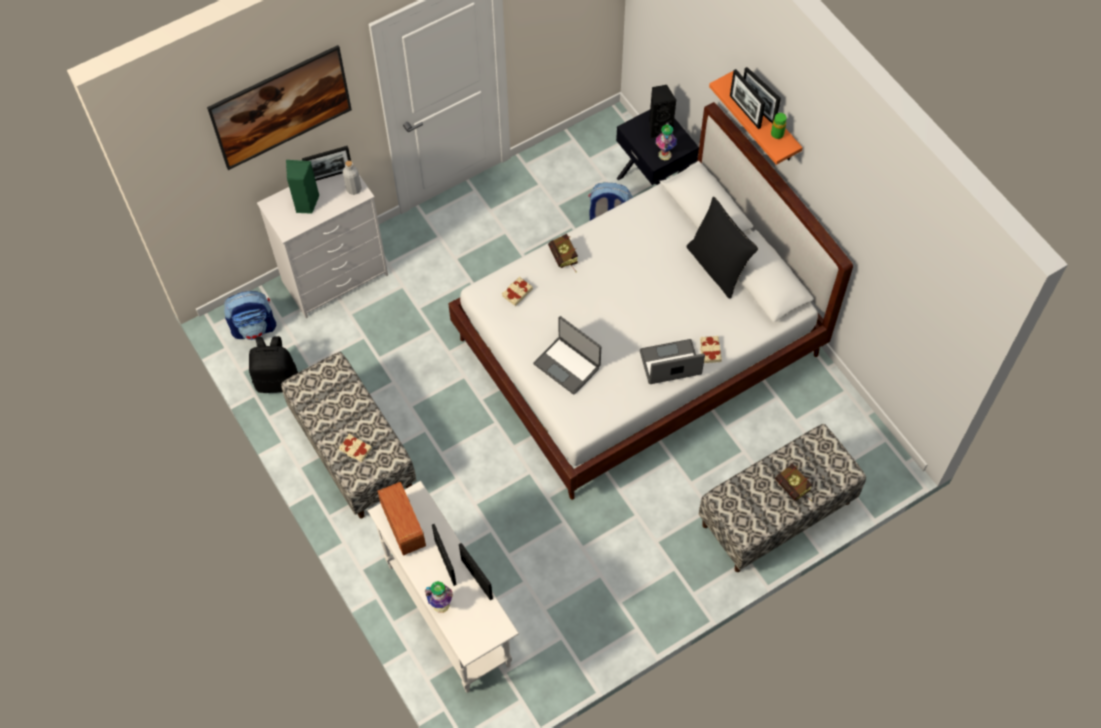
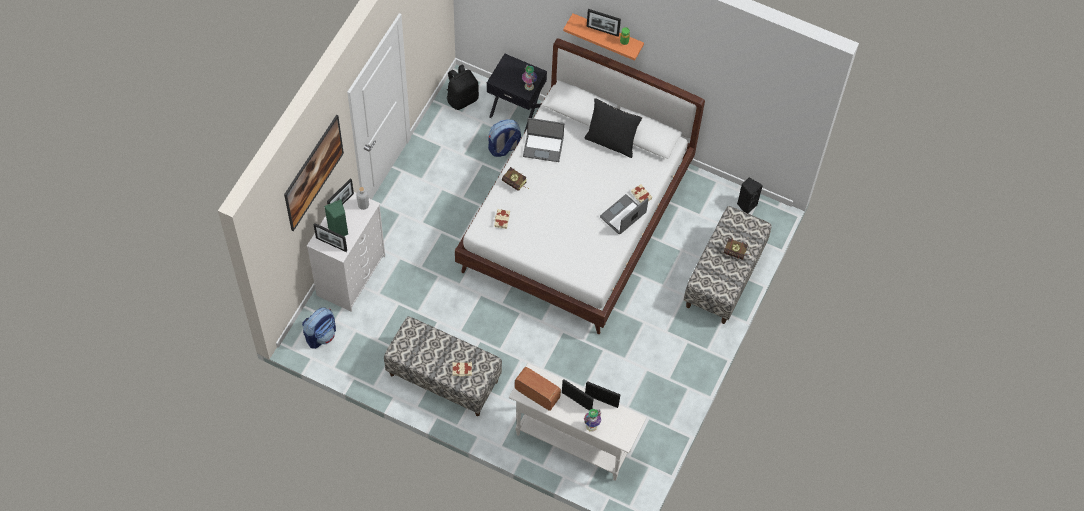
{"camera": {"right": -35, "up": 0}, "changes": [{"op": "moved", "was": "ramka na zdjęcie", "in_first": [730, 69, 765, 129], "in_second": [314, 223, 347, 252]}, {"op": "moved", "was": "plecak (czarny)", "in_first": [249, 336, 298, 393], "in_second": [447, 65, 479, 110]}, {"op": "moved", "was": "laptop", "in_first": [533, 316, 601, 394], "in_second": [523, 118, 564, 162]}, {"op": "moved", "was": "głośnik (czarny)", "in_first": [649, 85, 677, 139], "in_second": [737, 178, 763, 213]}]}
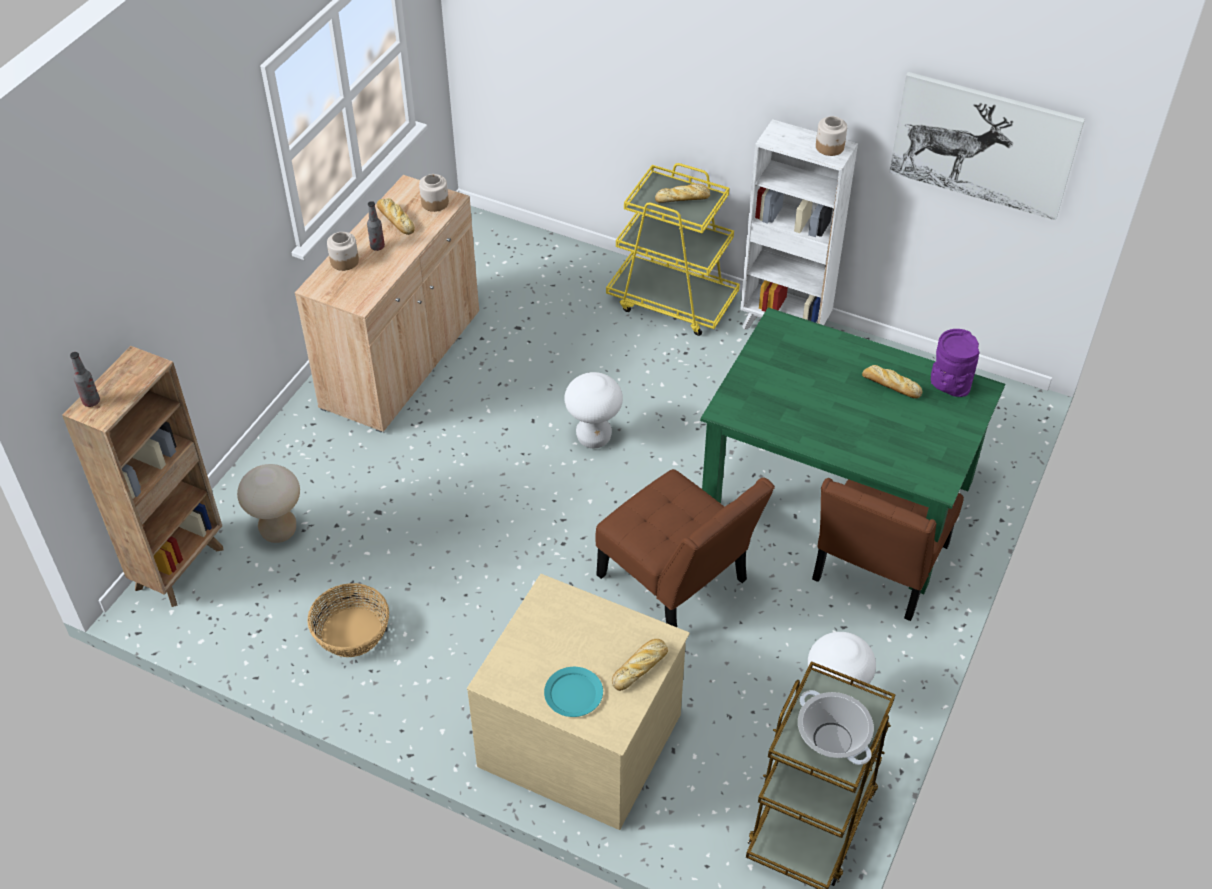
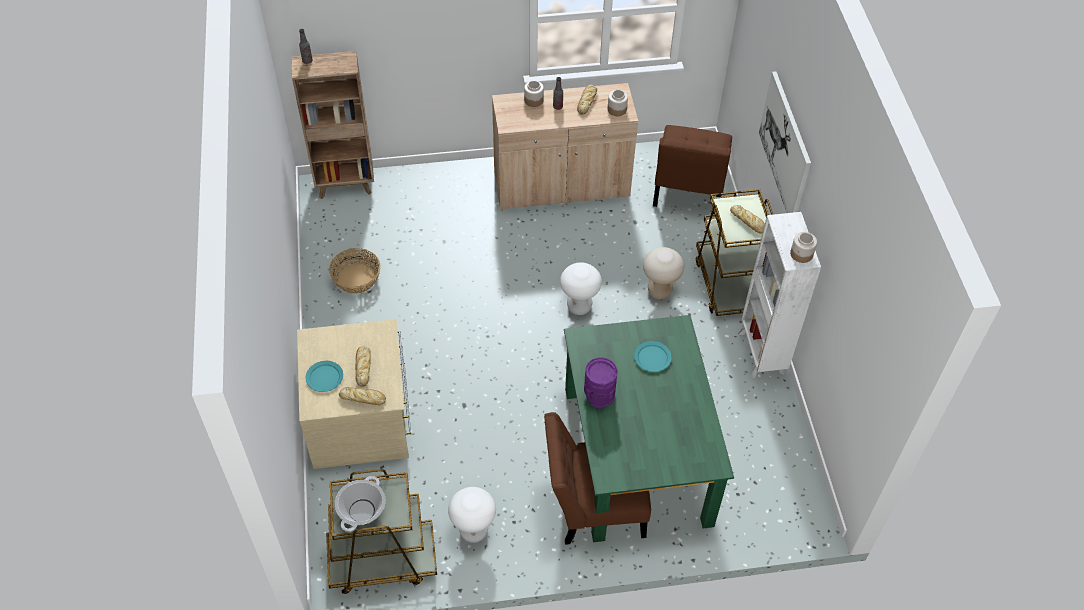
{"camera": {"right": 55, "up": 5}, "changes": [{"op": "moved", "was": "chleb", "in_first": [862, 365, 922, 398], "in_second": [356, 346, 371, 387]}, {"op": "moved", "was": "wazon (fioletowy)", "in_first": [931, 329, 979, 397], "in_second": [584, 357, 618, 409]}, {"op": "added", "now": "talerz (turkusowy)", "in_second": [634, 341, 672, 372]}, {"op": "moved", "was": "stołek (beżowy)", "in_first": [237, 464, 300, 543], "in_second": [643, 247, 684, 299]}, {"op": "moved", "was": "krzesło (brązowy)", "in_first": [595, 469, 775, 627], "in_second": [653, 125, 732, 214]}, {"op": "recoloured", "was": "wózek (żółty)", "now": "wózek (brązowy)", "in_first": [606, 163, 740, 336], "in_second": [696, 189, 773, 316]}, {"op": "moved", "was": "obraz", "in_first": [889, 72, 1085, 220], "in_second": [758, 71, 811, 213]}]}
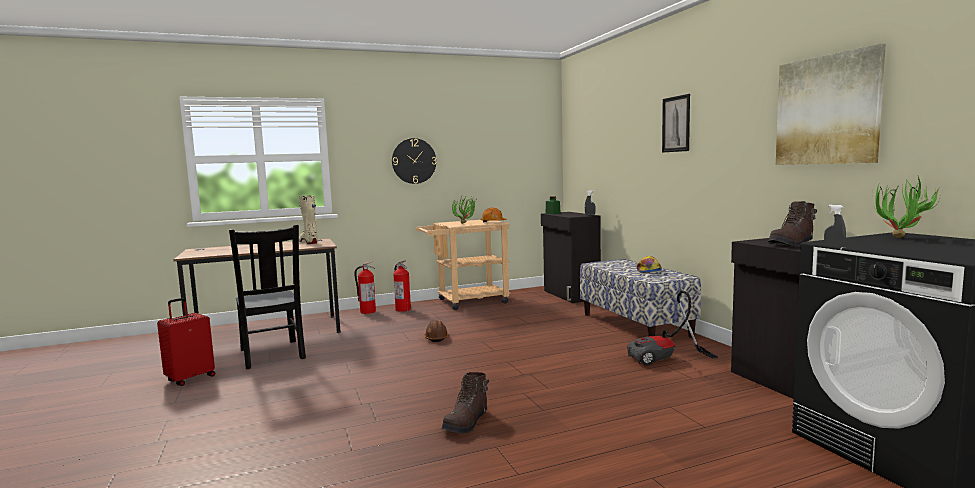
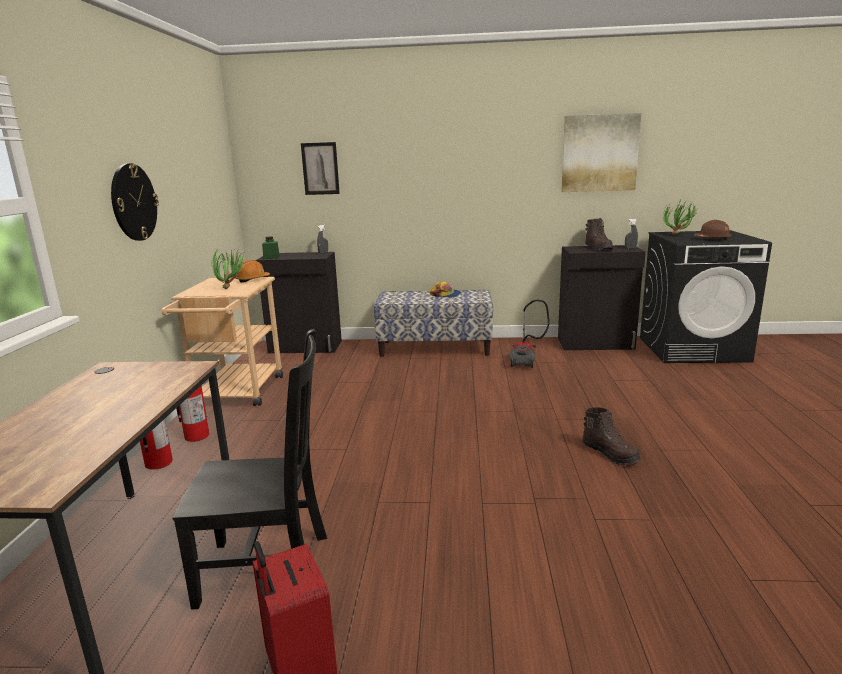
{"camera": {"right": -65, "up": 10}, "changes": [{"op": "moved", "was": "obraz", "in_first": [662, 94, 690, 153], "in_second": [301, 142, 340, 195]}, {"op": "moved", "was": "kask (brązowy)", "in_first": [424, 320, 449, 342], "in_second": [693, 220, 731, 240]}, {"op": "removed", "was": "but z cholewką (beżowy)", "in_first": [299, 196, 318, 244]}]}
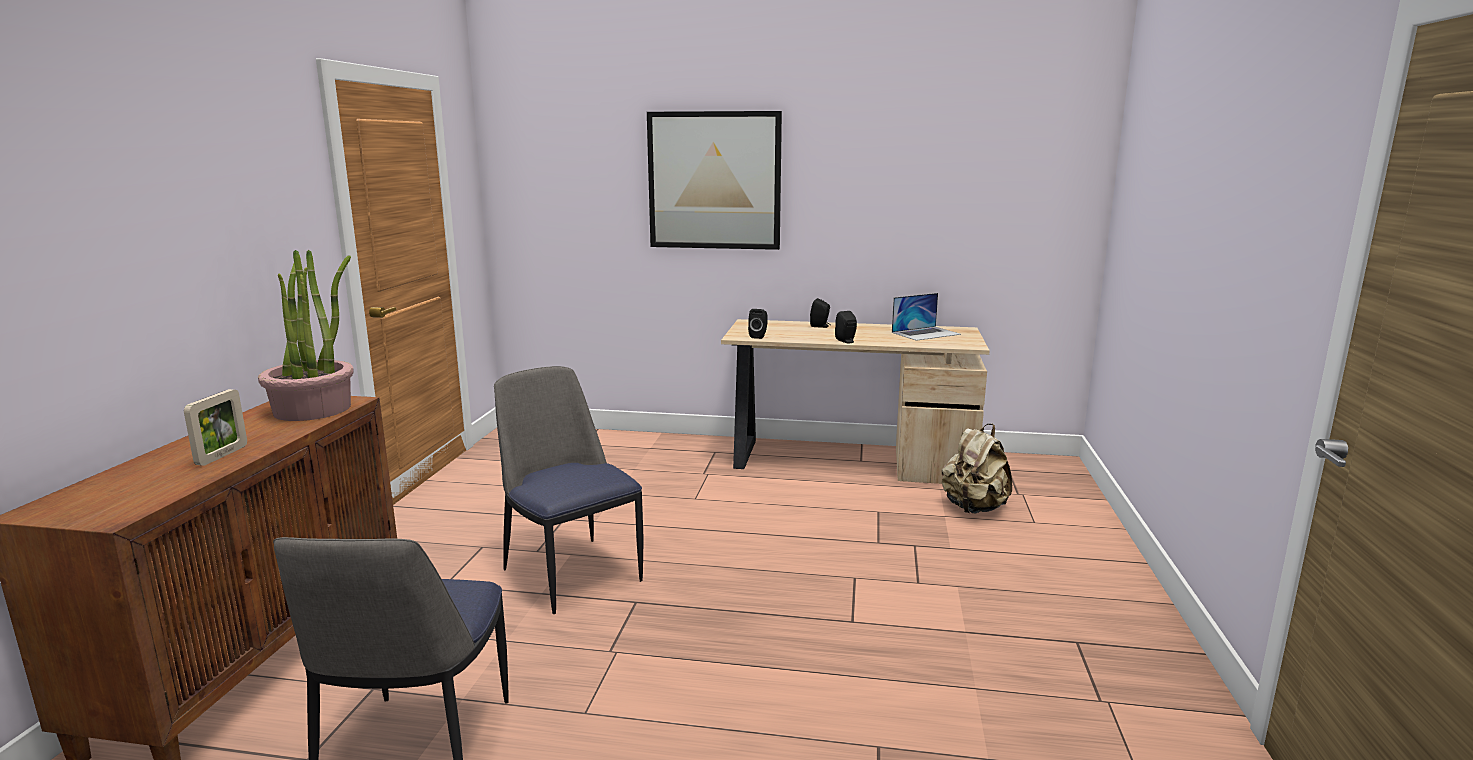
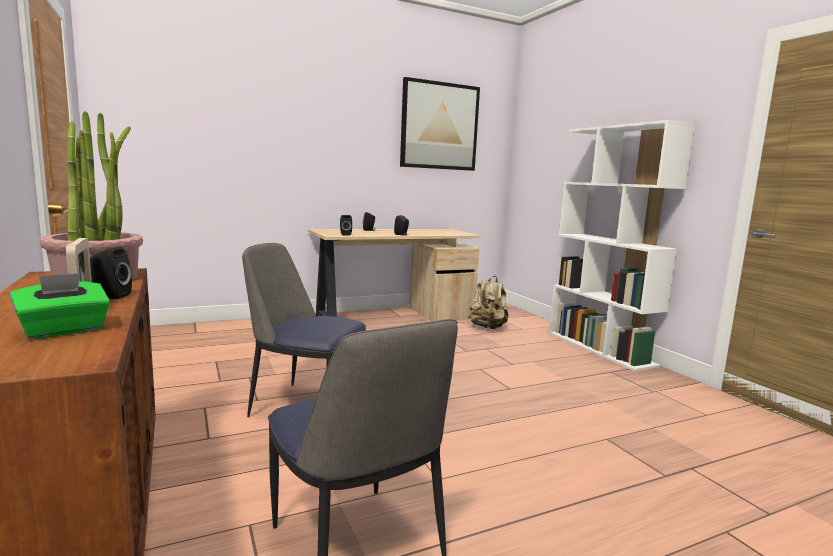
{"camera": {"right": -35, "up": -5}, "changes": [{"op": "added", "now": "pudełko chusteczek (zielony)", "in_second": [9, 273, 110, 339]}, {"op": "added", "now": "głośnik (czarny)", "in_second": [90, 247, 132, 299]}, {"op": "moved", "was": "obraz", "in_first": [647, 111, 782, 250], "in_second": [400, 77, 480, 171]}, {"op": "added", "now": "regał (biały)", "in_second": [549, 120, 695, 371]}, {"op": "removed", "was": "laptop", "in_first": [892, 293, 961, 341]}]}
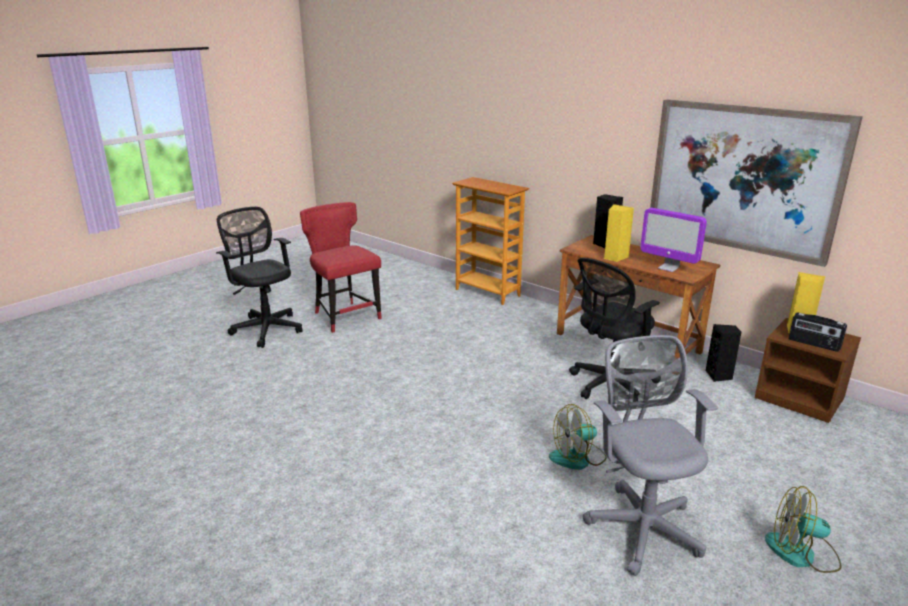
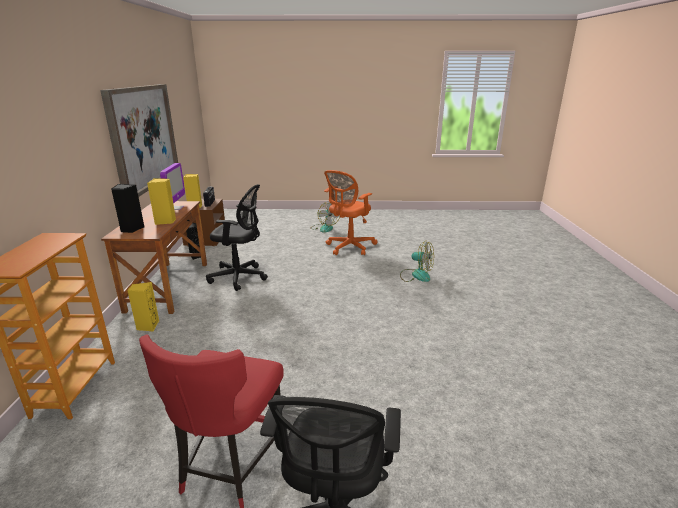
{"camera": {"right": -130, "up": 0}, "changes": [{"op": "added", "now": "głośnik (żółty)", "in_second": [127, 282, 159, 331]}, {"op": "recoloured", "was": "krzesło biurowe (szary)", "now": "krzesło biurowe (pomarańczowy)", "in_first": [583, 335, 718, 576], "in_second": [324, 170, 378, 255]}, {"op": "moved", "was": "wentylator", "in_first": [549, 404, 607, 470], "in_second": [400, 241, 434, 282]}]}
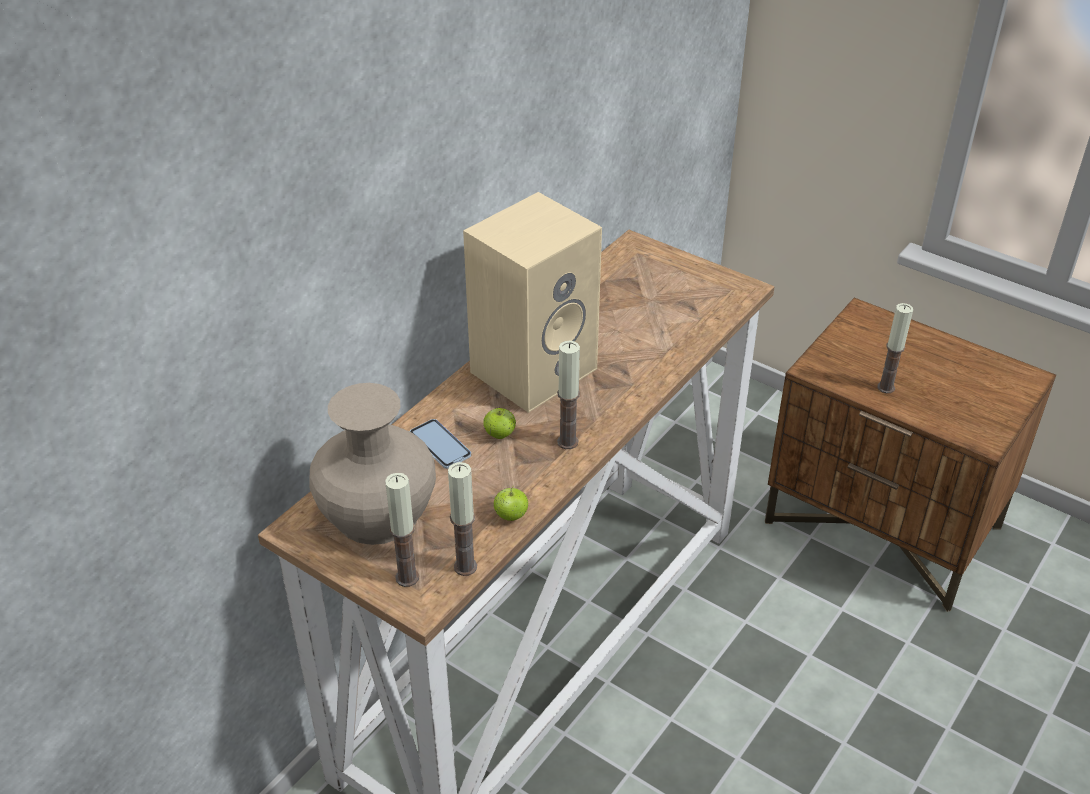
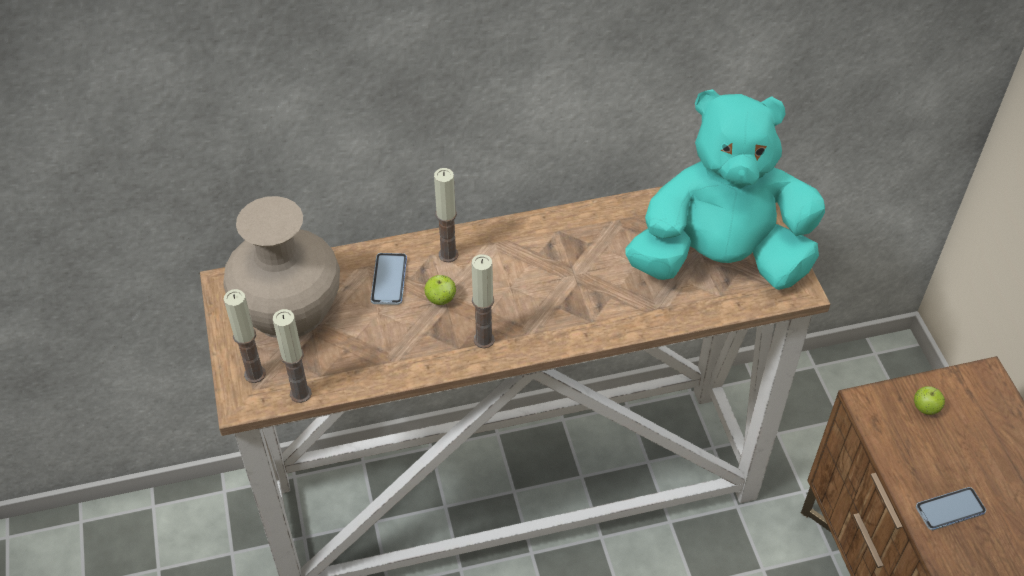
{"camera": {"right": 40, "up": 10}, "changes": [{"op": "moved", "was": "świeca", "in_first": [877, 303, 913, 393], "in_second": [434, 168, 459, 262]}, {"op": "added", "now": "pluszak (turkusowy)", "in_second": [625, 89, 825, 290]}, {"op": "moved", "was": "jabłko", "in_first": [493, 485, 528, 521], "in_second": [914, 386, 945, 415]}, {"op": "added", "now": "telefon", "in_second": [916, 487, 986, 530]}, {"op": "removed", "was": "głośnik (beżowy)", "in_first": [463, 192, 602, 413]}]}
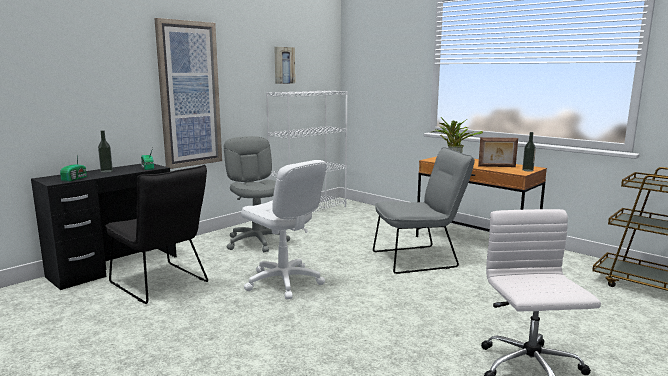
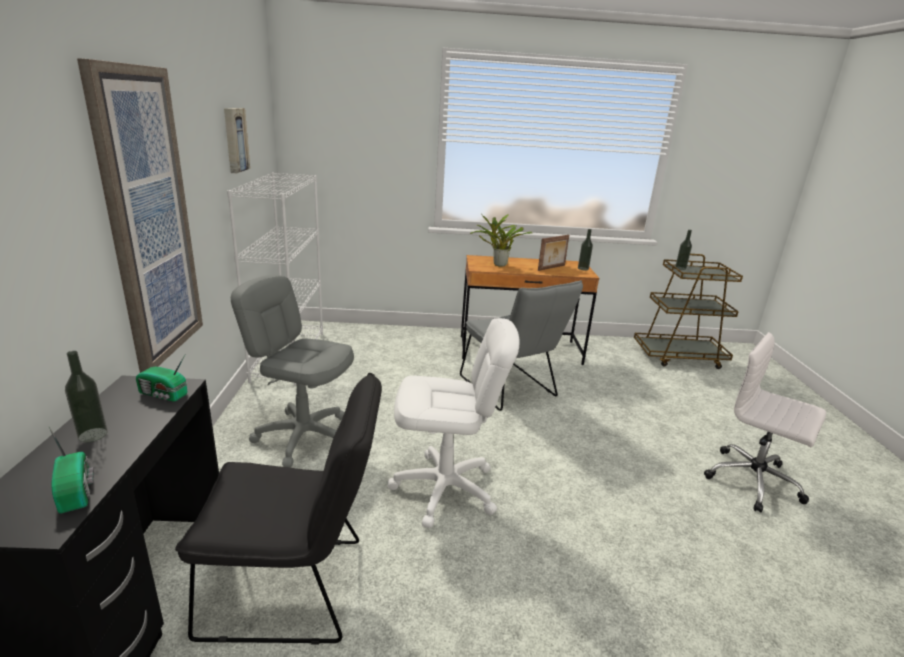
{"camera": {"right": -45, "up": 10}, "changes": [{"op": "turned", "was": "krzesło (szary)", "in_first": [373, 147, 475, 274], "in_second": [460, 280, 583, 411], "clockwise": 120}, {"op": "added", "now": "butelka", "in_second": [675, 230, 692, 270]}]}
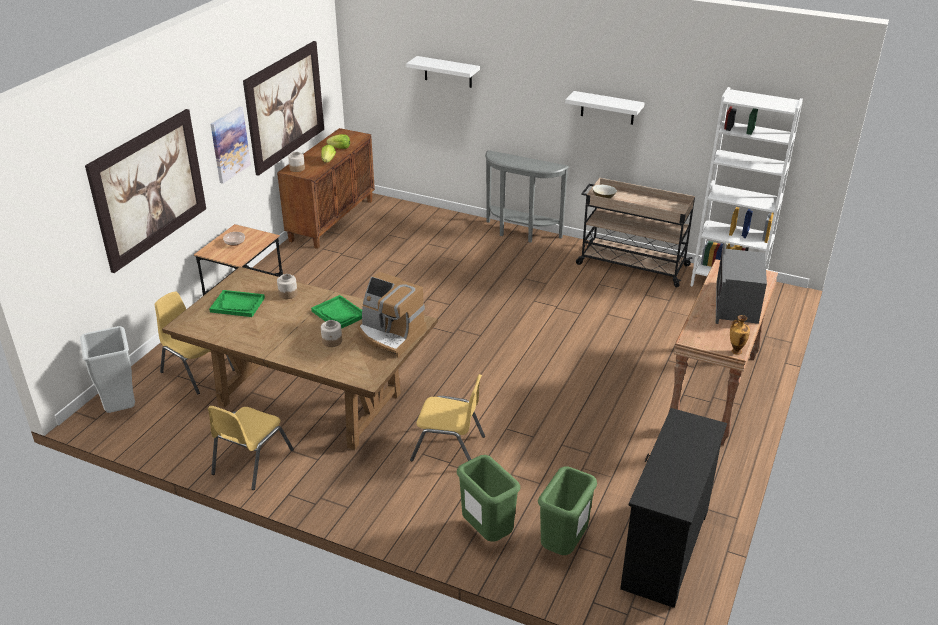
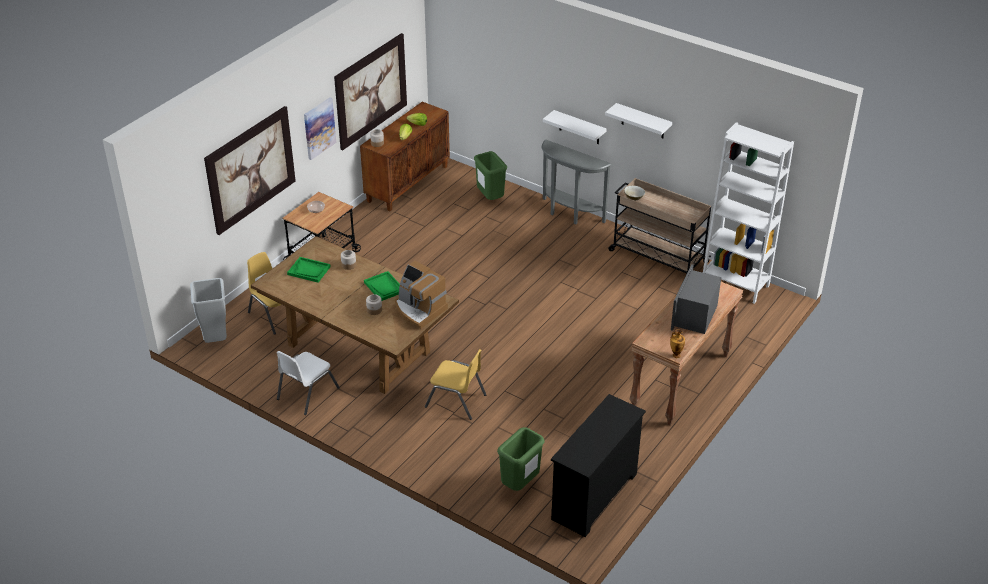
{"camera": {"right": 10, "up": 5}, "changes": [{"op": "recoloured", "was": "krzesło (żółty)", "now": "krzesło (biały)", "in_first": [208, 406, 294, 490], "in_second": [277, 351, 340, 415]}, {"op": "moved", "was": "kosz na śmieci (zielony)", "in_first": [457, 455, 520, 542], "in_second": [474, 151, 507, 200]}, {"op": "moved", "was": "półka (biały)", "in_first": [406, 56, 480, 88], "in_second": [543, 110, 607, 144]}]}
